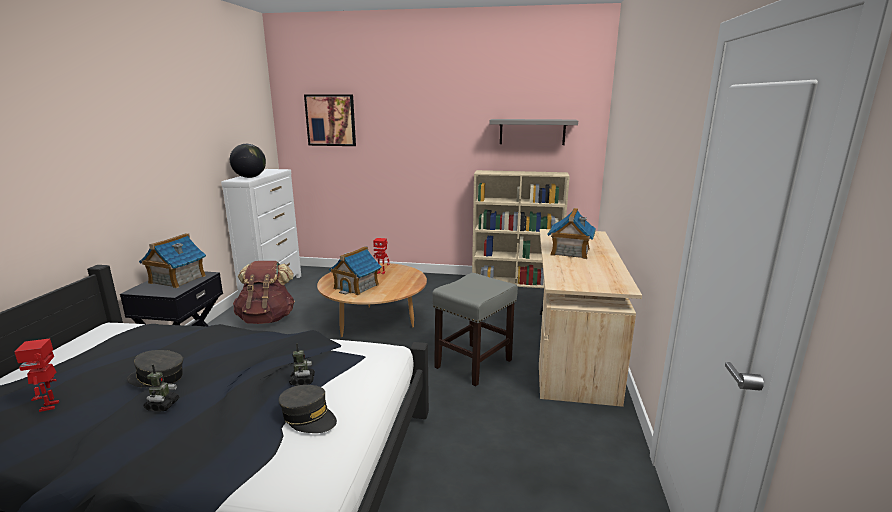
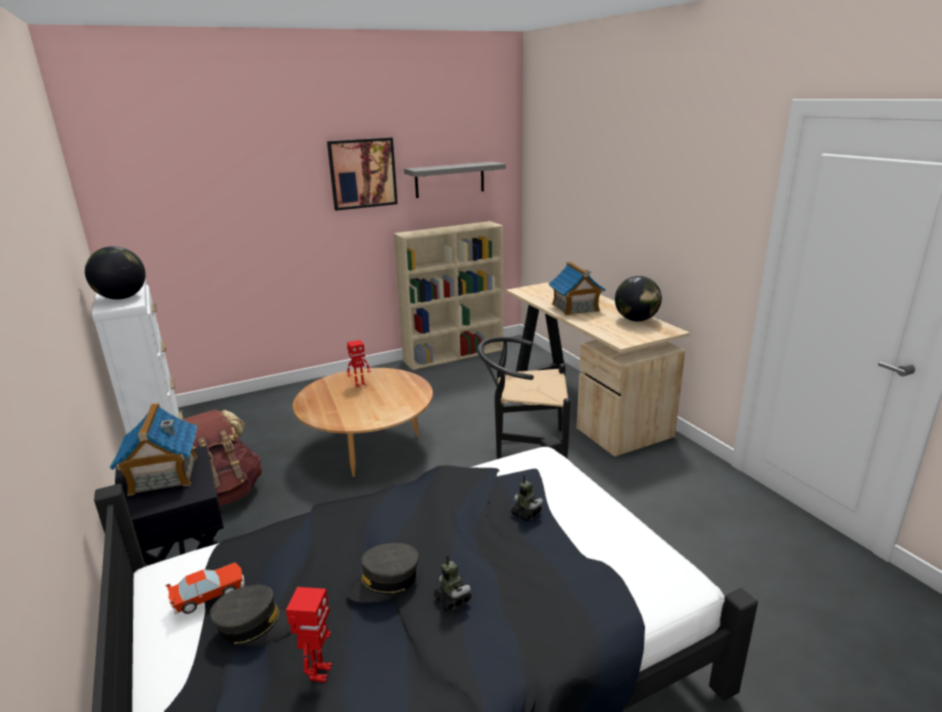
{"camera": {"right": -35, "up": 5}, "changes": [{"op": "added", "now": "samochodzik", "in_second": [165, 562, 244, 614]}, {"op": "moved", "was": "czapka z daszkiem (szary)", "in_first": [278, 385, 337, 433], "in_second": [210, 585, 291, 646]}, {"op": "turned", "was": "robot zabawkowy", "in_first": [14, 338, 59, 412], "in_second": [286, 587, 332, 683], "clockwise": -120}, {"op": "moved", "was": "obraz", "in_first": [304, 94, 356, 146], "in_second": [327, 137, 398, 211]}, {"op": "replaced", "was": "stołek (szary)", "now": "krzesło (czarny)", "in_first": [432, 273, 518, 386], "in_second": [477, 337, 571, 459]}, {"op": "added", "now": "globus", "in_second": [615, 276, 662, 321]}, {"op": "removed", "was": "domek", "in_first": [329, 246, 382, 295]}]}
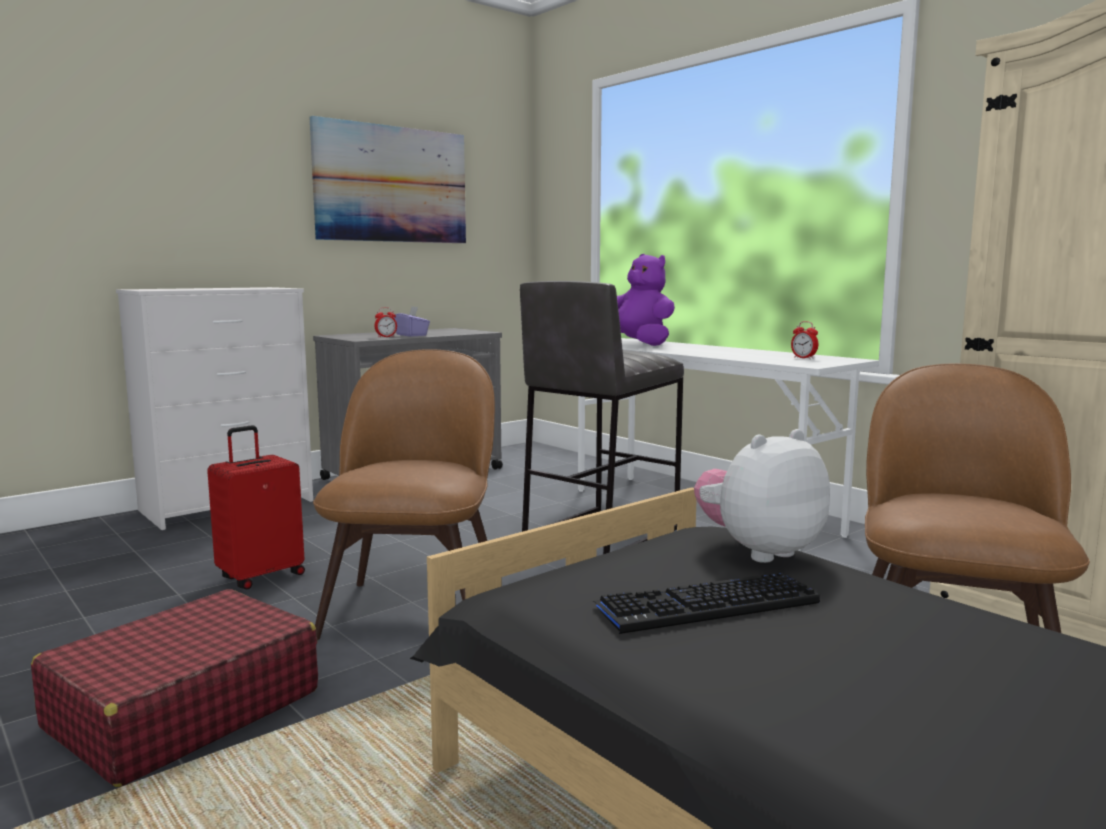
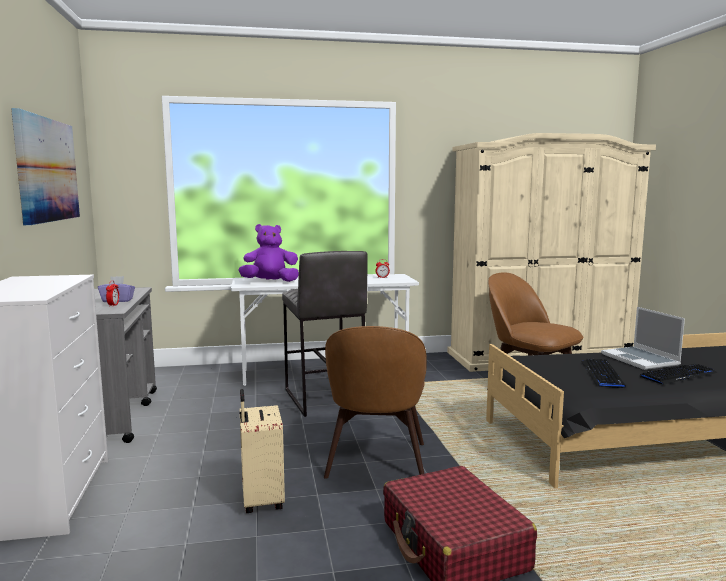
{"camera": {"right": -60, "up": 0}, "changes": [{"op": "recoloured", "was": "walizka (czerwony)", "now": "walizka (beżowy)", "in_first": [207, 425, 305, 589], "in_second": [240, 389, 285, 513]}, {"op": "turned", "was": "krzesło (brązowy)", "in_first": [313, 349, 495, 640], "in_second": [324, 326, 427, 479], "clockwise": -120}, {"op": "added", "now": "laptop", "in_second": [601, 307, 685, 370]}, {"op": "added", "now": "klawiatura", "in_second": [640, 364, 718, 384]}, {"op": "removed", "was": "pluszak", "in_first": [694, 429, 830, 563]}]}
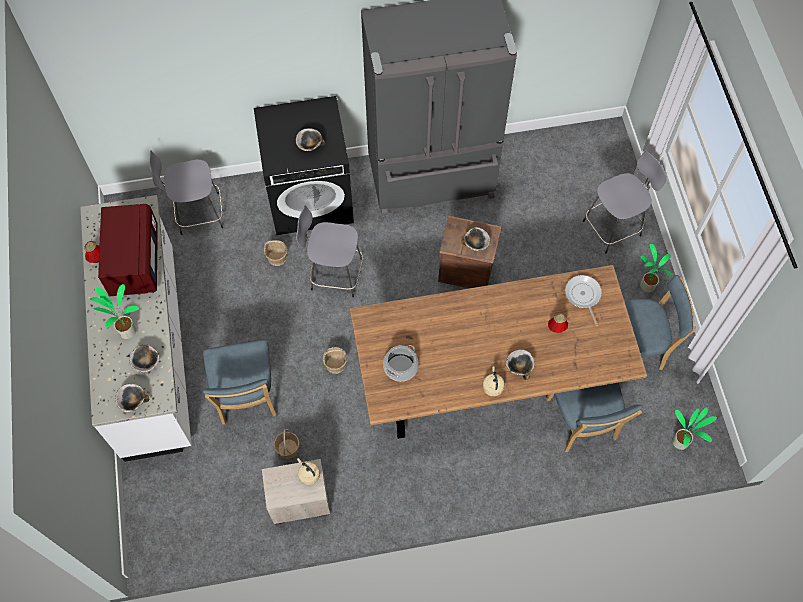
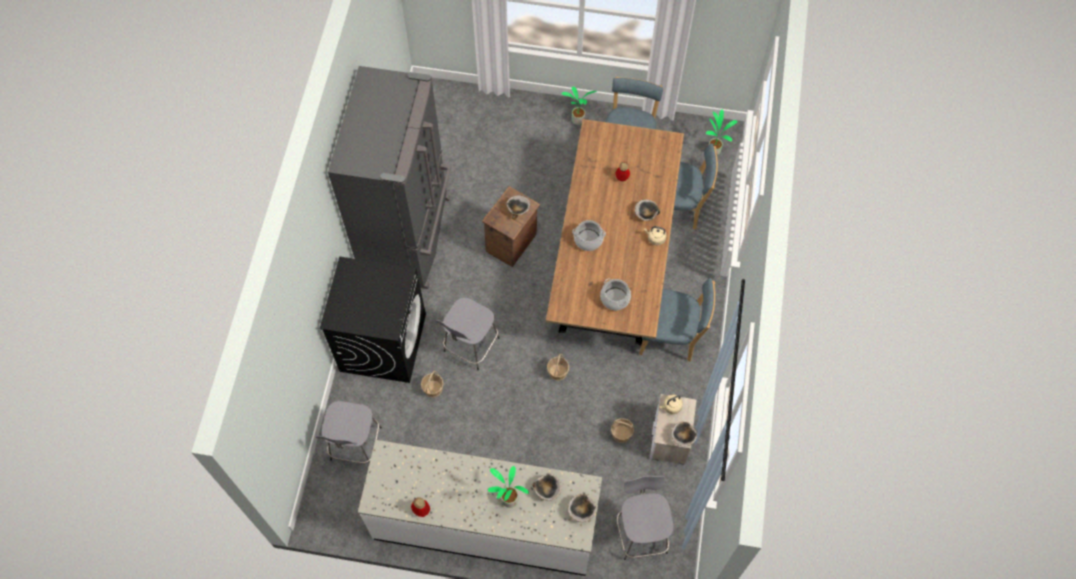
{"camera": {"right": -70, "up": 0}, "changes": [{"op": "added", "now": "garnek", "in_second": [572, 220, 606, 251]}, {"op": "moved", "was": "stołek (szary)", "in_first": [583, 151, 667, 254], "in_second": [617, 476, 674, 560]}, {"op": "moved", "was": "krzesło (niebieski)", "in_first": [202, 340, 277, 425], "in_second": [639, 278, 715, 362]}, {"op": "moved", "was": "miska", "in_first": [296, 128, 325, 151], "in_second": [671, 422, 697, 447]}, {"op": "removed", "was": "mikrofalówka (czerwony)", "in_first": [98, 204, 158, 297]}, {"op": "removed", "was": "patelnia", "in_first": [565, 275, 602, 326]}]}
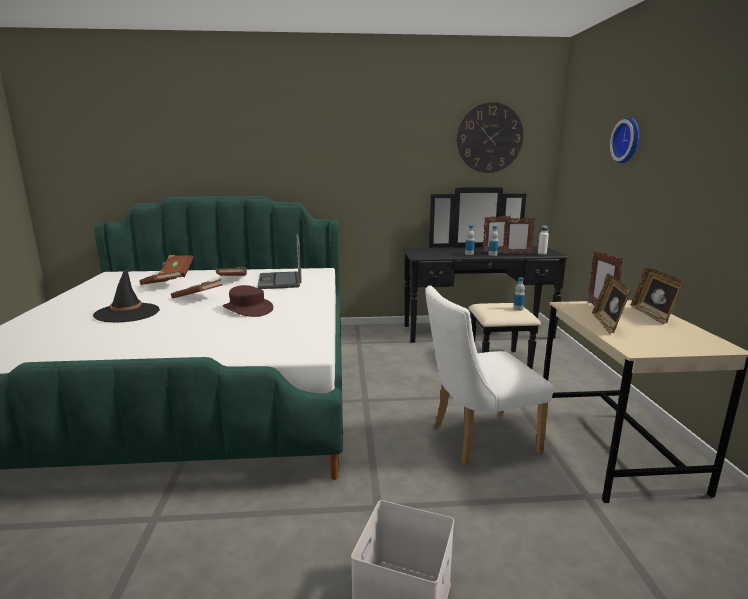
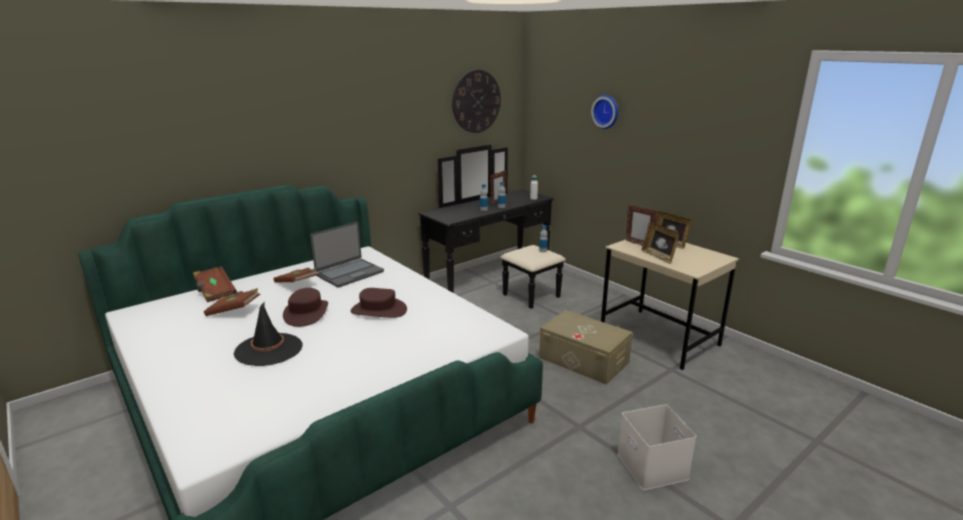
{"camera": {"right": -35, "up": 5}, "changes": [{"op": "replaced", "was": "książka (brązowy)", "now": "kapelusz (brązowy)", "in_first": [171, 279, 223, 298], "in_second": [283, 288, 328, 327]}, {"op": "turned", "was": "laptop", "in_first": [258, 234, 302, 289], "in_second": [310, 222, 384, 288], "clockwise": -90}, {"op": "replaced", "was": "krzesło (biały)", "now": "pojemnik do przechowywania (beżowy)", "in_first": [425, 286, 553, 466], "in_second": [539, 310, 633, 385]}, {"op": "removed", "was": "ramka na zdjęcie", "in_first": [503, 218, 535, 255]}]}
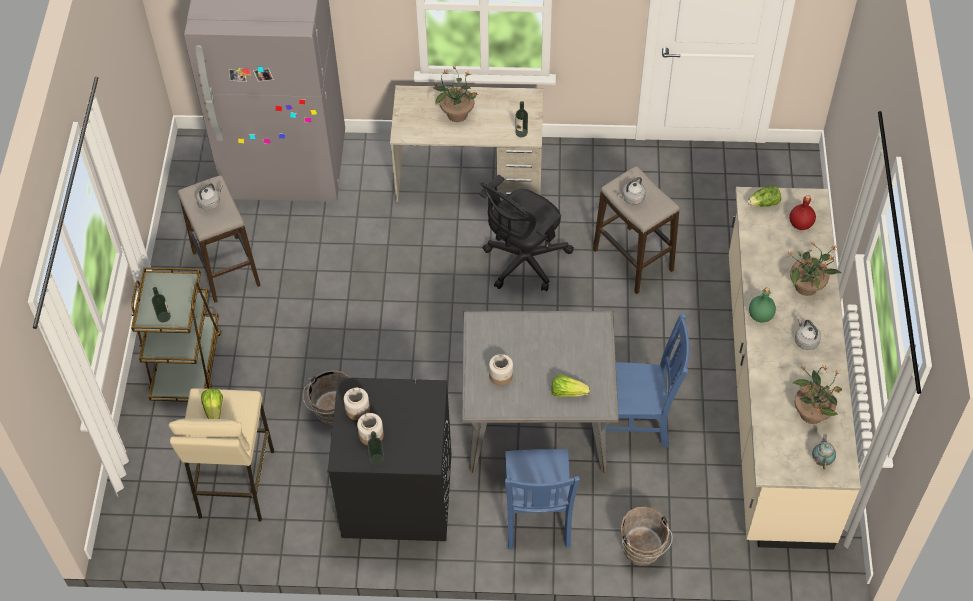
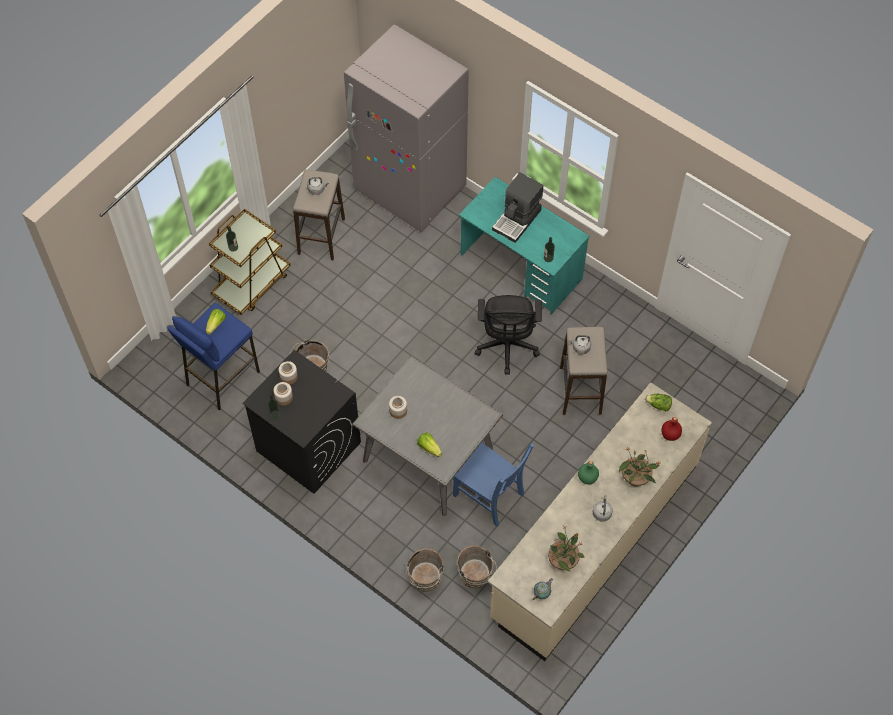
{"camera": {"right": 35, "up": 5}, "changes": [{"op": "recoloured", "was": "stołek (beżowy)", "now": "stołek (niebieski)", "in_first": [169, 388, 274, 522], "in_second": [167, 303, 260, 411]}, {"op": "added", "now": "wiadro (brązowy)", "in_second": [457, 545, 497, 589]}, {"op": "recoloured", "was": "biurko (beżowy)", "now": "biurko (turkusowy)", "in_first": [390, 85, 543, 202], "in_second": [459, 177, 590, 314]}, {"op": "turned", "was": "krzesło biurowe (czarny)", "in_first": [480, 175, 574, 292], "in_second": [475, 295, 542, 375], "clockwise": -75}, {"op": "replaced", "was": "roślina doniczkowa", "now": "ekspres do kawy", "in_first": [433, 65, 479, 122], "in_second": [492, 173, 543, 243]}, {"op": "removed", "was": "krzesło (niebieski)", "in_first": [505, 449, 580, 550]}]}
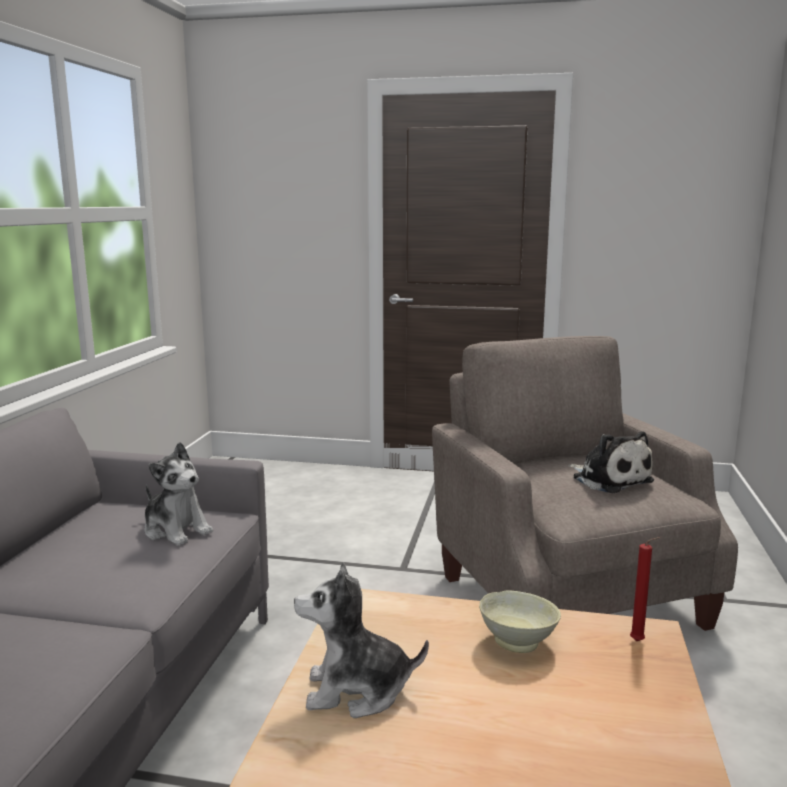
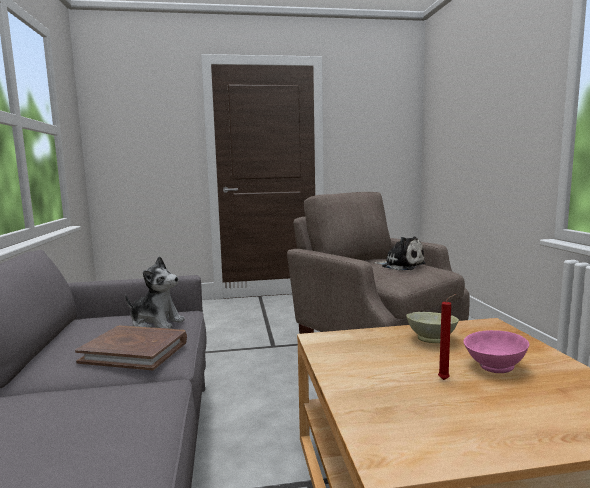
{"camera": {"right": -20, "up": -5}, "changes": [{"op": "added", "now": "książka (brązowy)", "in_second": [75, 325, 187, 370]}, {"op": "moved", "was": "świeca (czerwony)", "in_first": [630, 537, 661, 641], "in_second": [438, 294, 457, 380]}, {"op": "added", "now": "miska (różowy)", "in_second": [464, 330, 529, 373]}, {"op": "removed", "was": "pluszak", "in_first": [294, 562, 429, 718]}]}
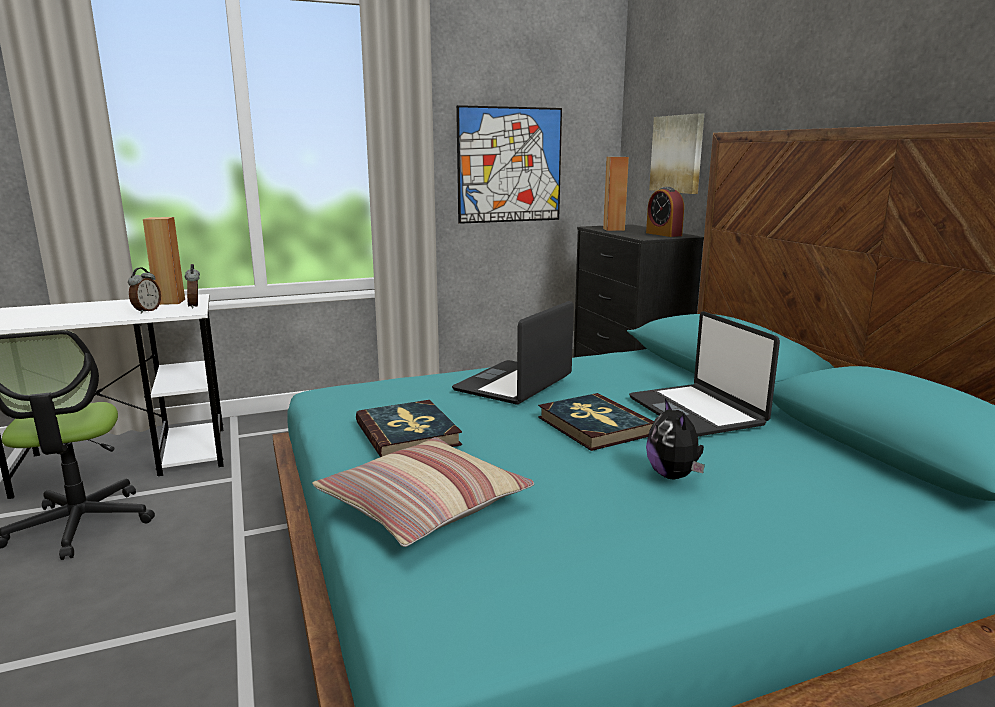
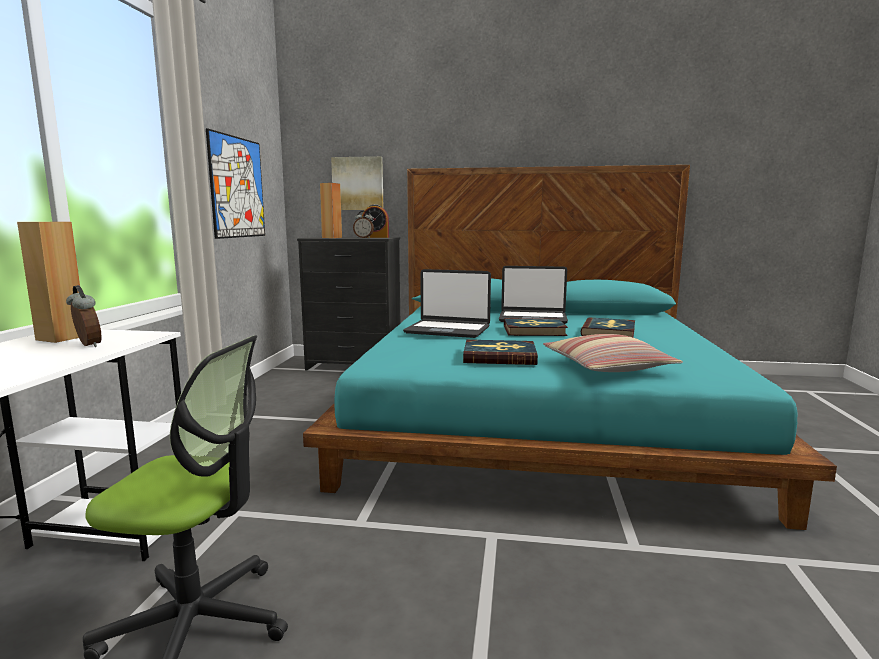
{"camera": {"right": -60, "up": -5}, "changes": [{"op": "moved", "was": "budzik", "in_first": [185, 264, 200, 309], "in_second": [353, 211, 374, 238]}, {"op": "turned", "was": "laptop", "in_first": [452, 301, 574, 405], "in_second": [403, 269, 491, 338], "clockwise": -45}, {"op": "replaced", "was": "pluszak", "now": "książka", "in_first": [646, 399, 705, 479], "in_second": [580, 317, 635, 338]}]}
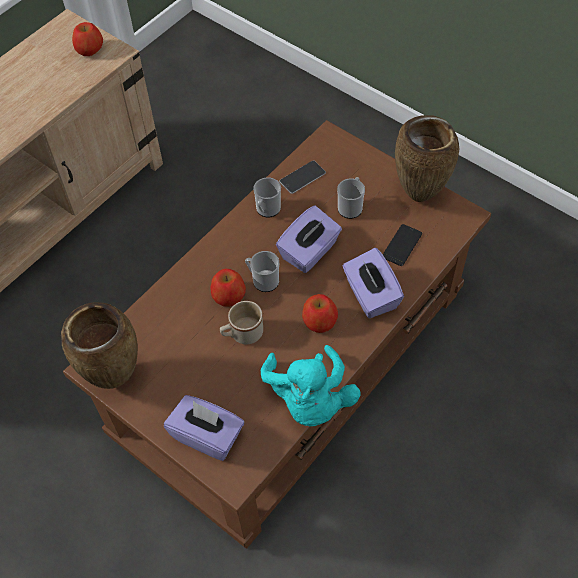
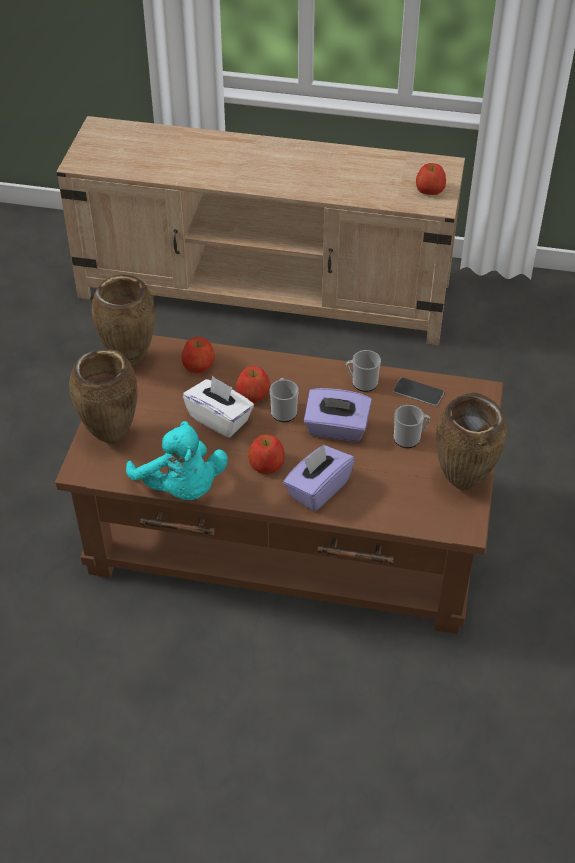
{"camera": {"right": 60, "up": -10}, "changes": [{"op": "replaced", "was": "pudełko chusteczek (fioletowy)", "now": "wazon (brązowy)", "in_first": [164, 395, 244, 461], "in_second": [69, 350, 138, 444]}, {"op": "turned", "was": "pluszak (turkusowy)", "in_first": [261, 345, 360, 426], "in_second": [126, 421, 228, 500], "clockwise": -90}, {"op": "added", "now": "jabłko", "in_second": [181, 337, 215, 373]}, {"op": "replaced", "was": "kubek (beżowy)", "now": "pudełko chusteczek (biały)", "in_first": [220, 301, 263, 344], "in_second": [183, 376, 254, 438]}, {"op": "removed", "was": "telefon", "in_first": [383, 224, 422, 266]}]}
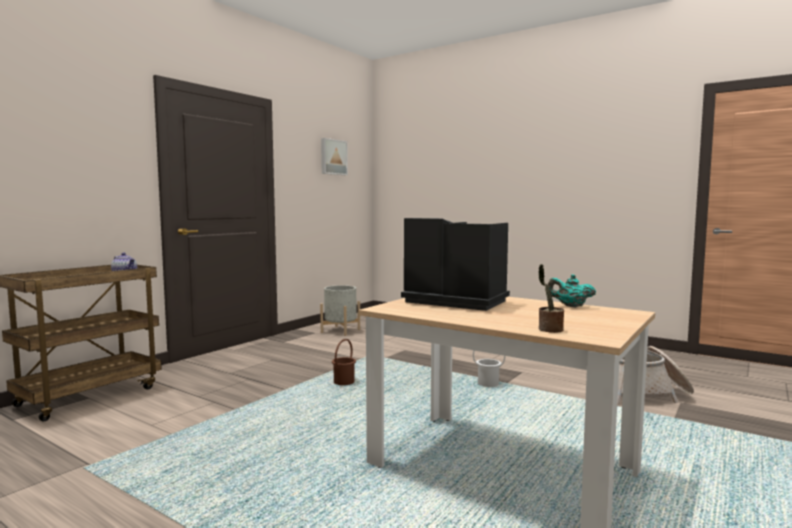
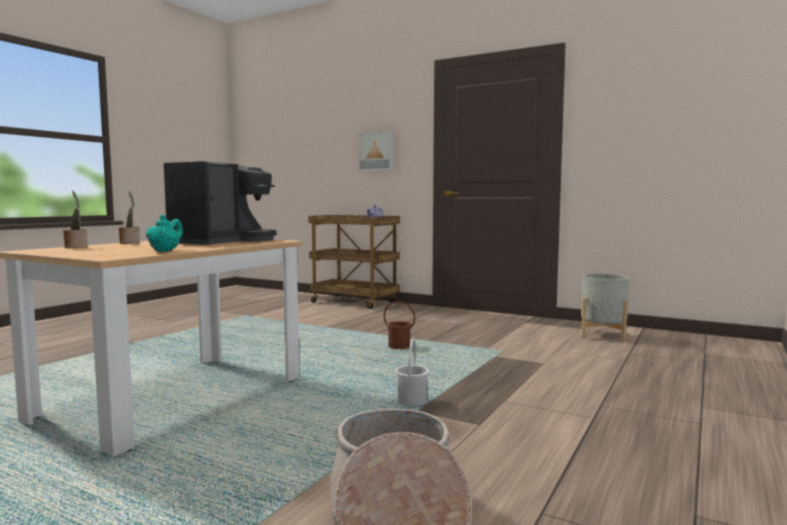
{"camera": {"right": 85, "up": 0}, "changes": [{"op": "added", "now": "roślina doniczkowa", "in_second": [119, 192, 140, 244]}, {"op": "moved", "was": "obraz", "in_first": [321, 138, 348, 175], "in_second": [358, 131, 394, 171]}]}
